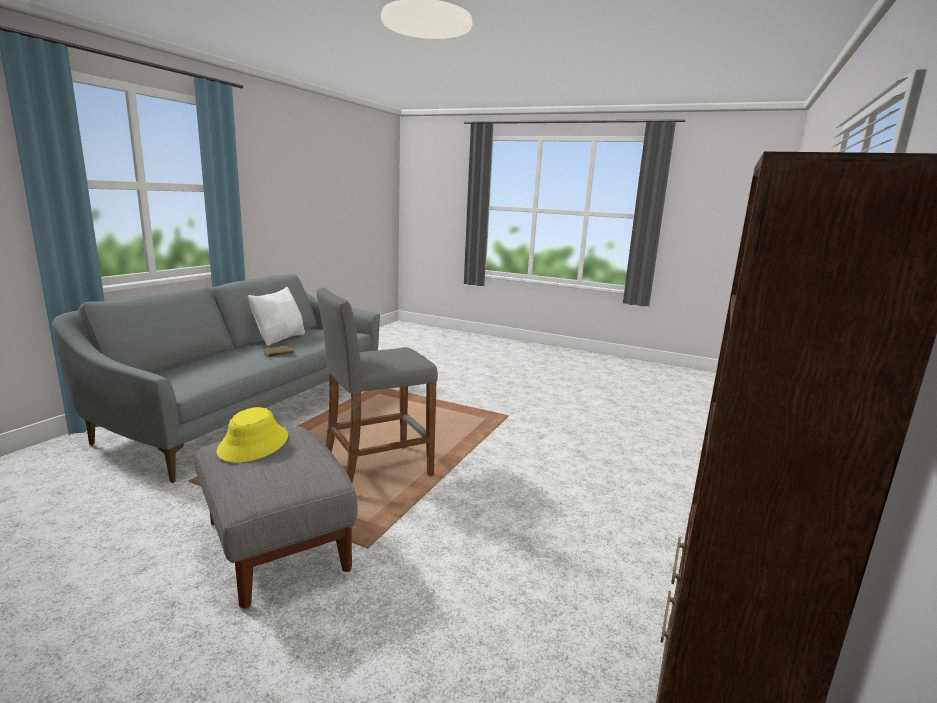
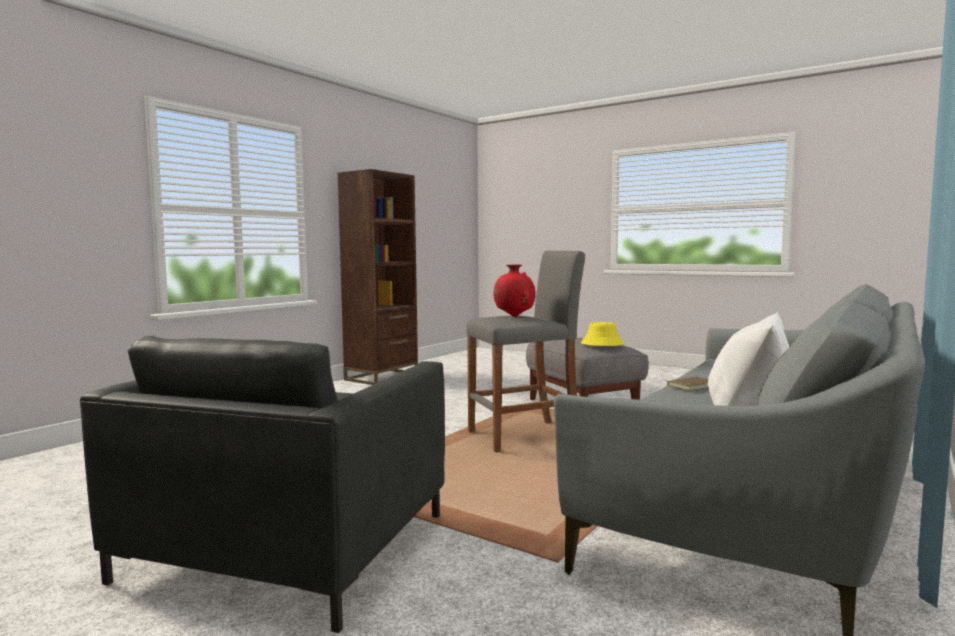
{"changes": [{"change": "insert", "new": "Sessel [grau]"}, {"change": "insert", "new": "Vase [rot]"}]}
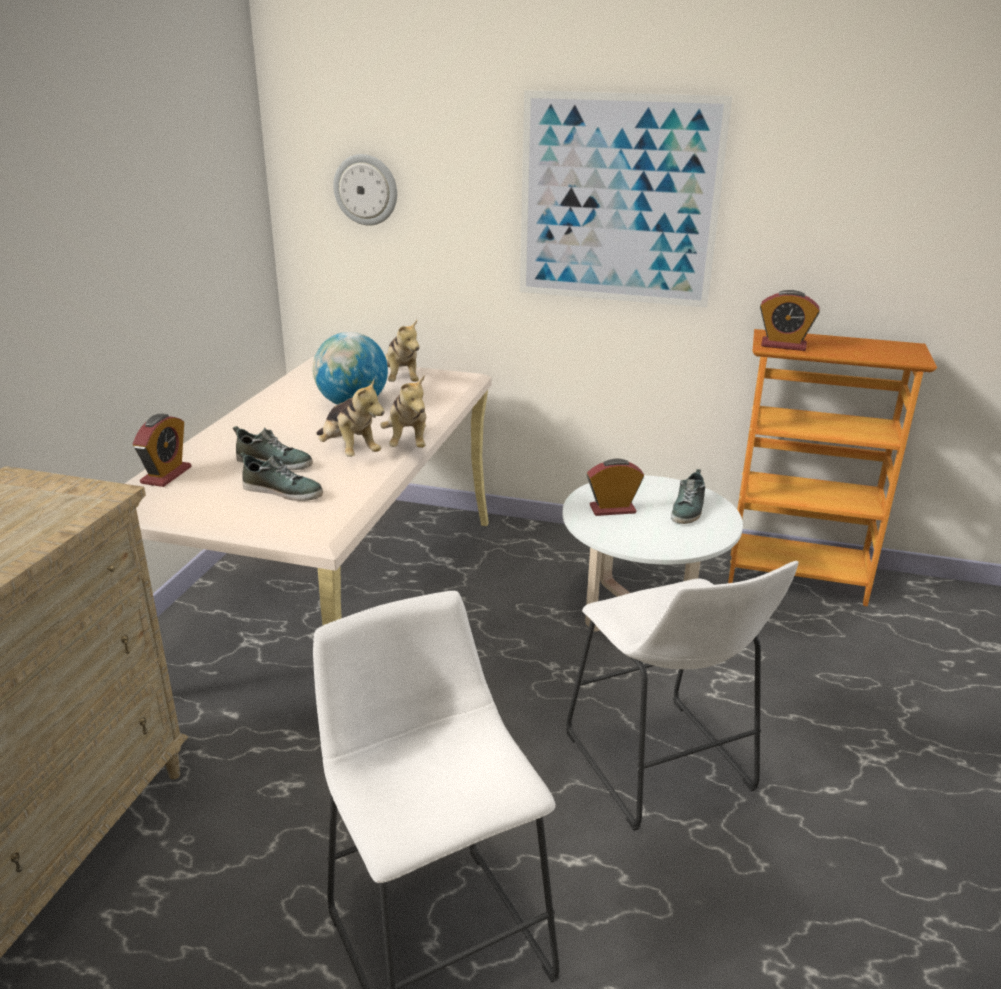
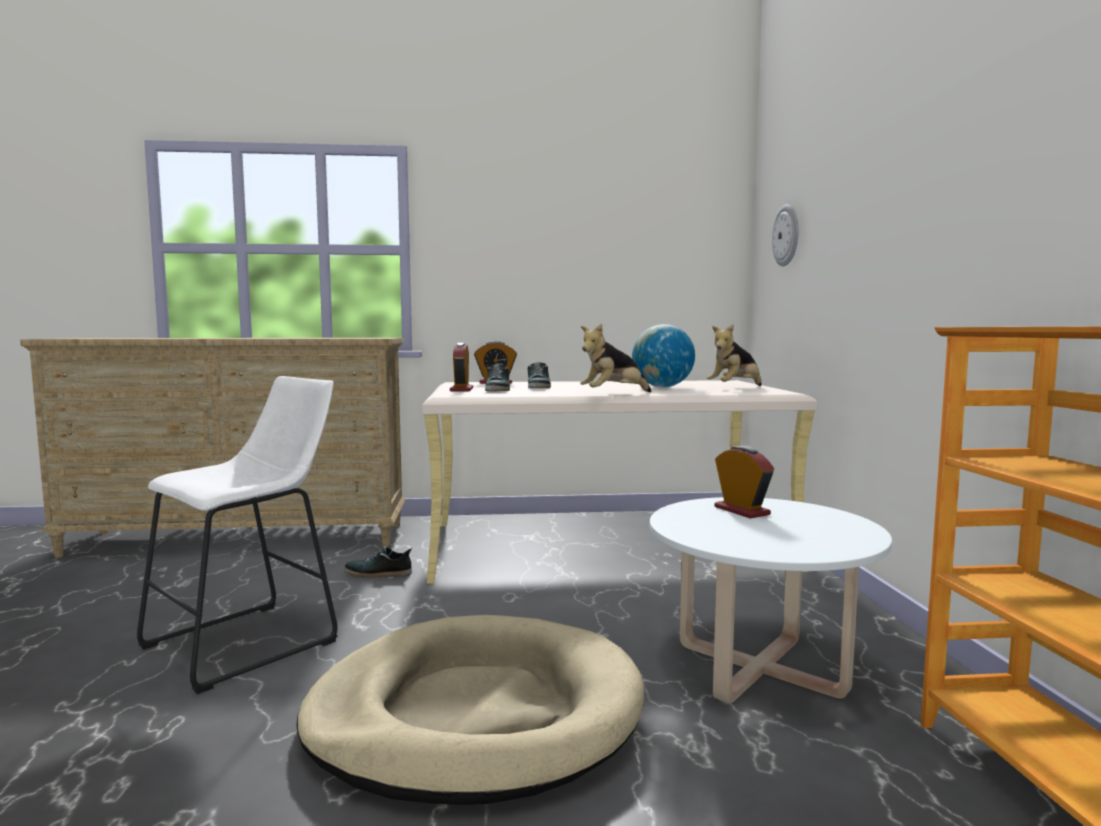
{"changes": [{"change": "replace", "old": "Hocker [weiß] (2nd from left)", "new": "Hundebett [beige]"}, {"change": "move", "old": "Schuh (3rd from left in the first image)", "new": "Schuh (1st from left)"}, {"change": "move", "old": "Wecker (3rd from left in the first image)", "new": "Wecker (1st from left)"}, {"change": "delete", "old": "Plüschtier (1st from left)"}, {"change": "delete", "old": "Bild"}]}
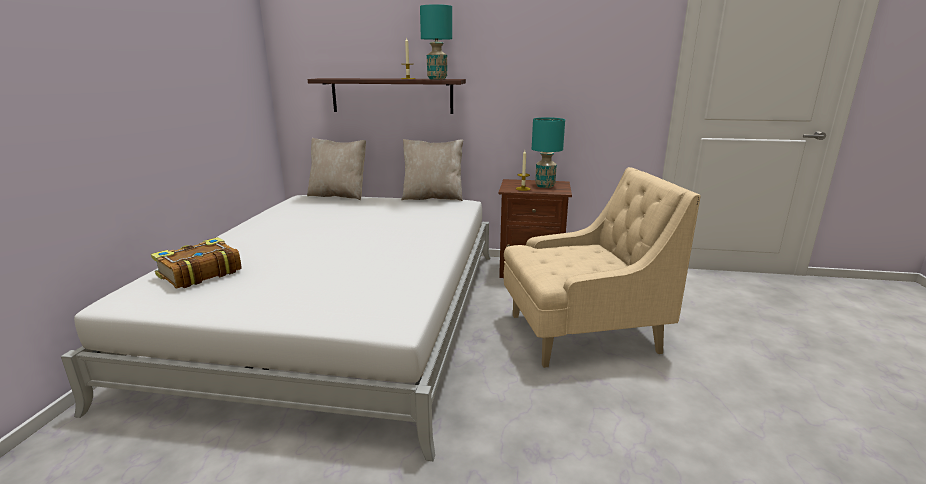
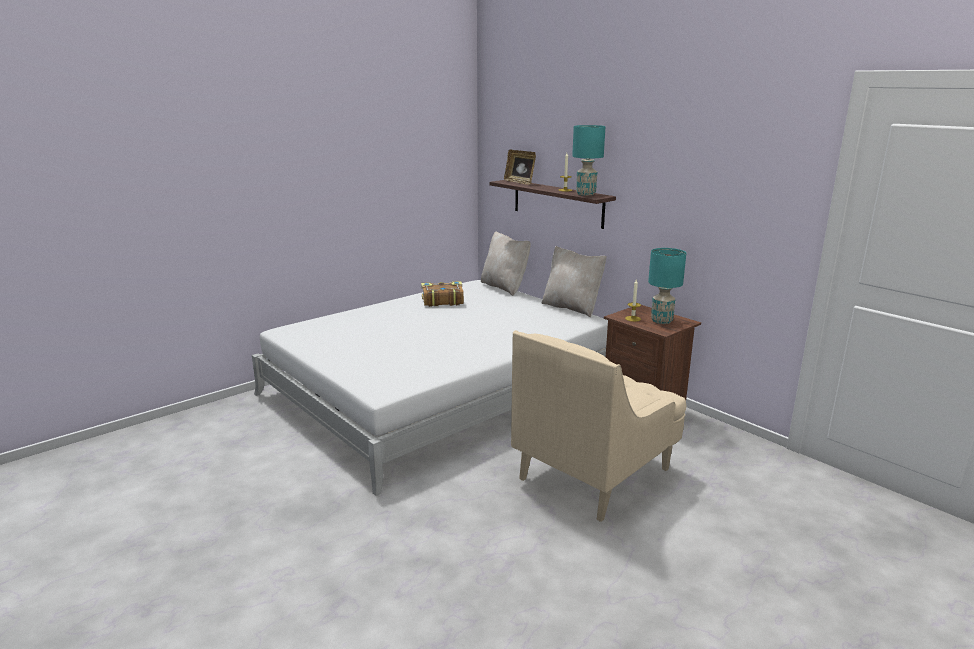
{"changes": [{"change": "move", "old": "Buch"}, {"change": "insert", "new": "Bilderrahmen"}, {"change": "rotate", "old": "Sessel [beige]", "degrees": 105}]}
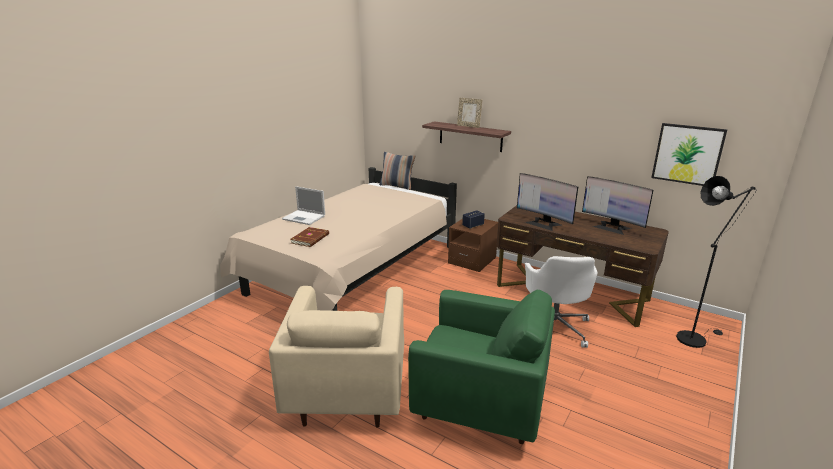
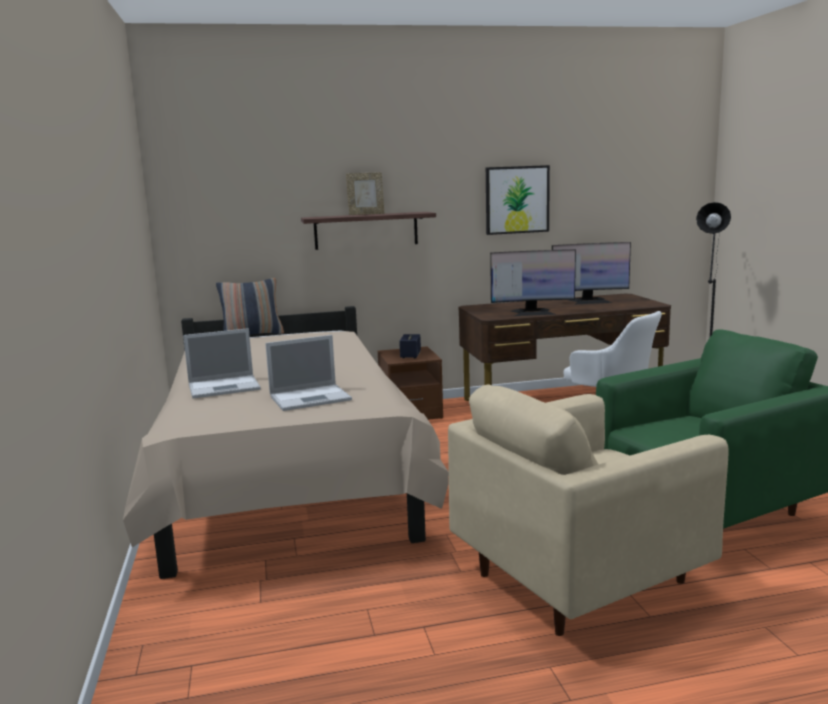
{"changes": [{"change": "replace", "old": "Buch [braun]", "new": "Laptop (2nd from left)"}, {"change": "rotate", "old": "Sessel [beige]", "degrees": 105}, {"change": "move", "old": "Bild"}]}
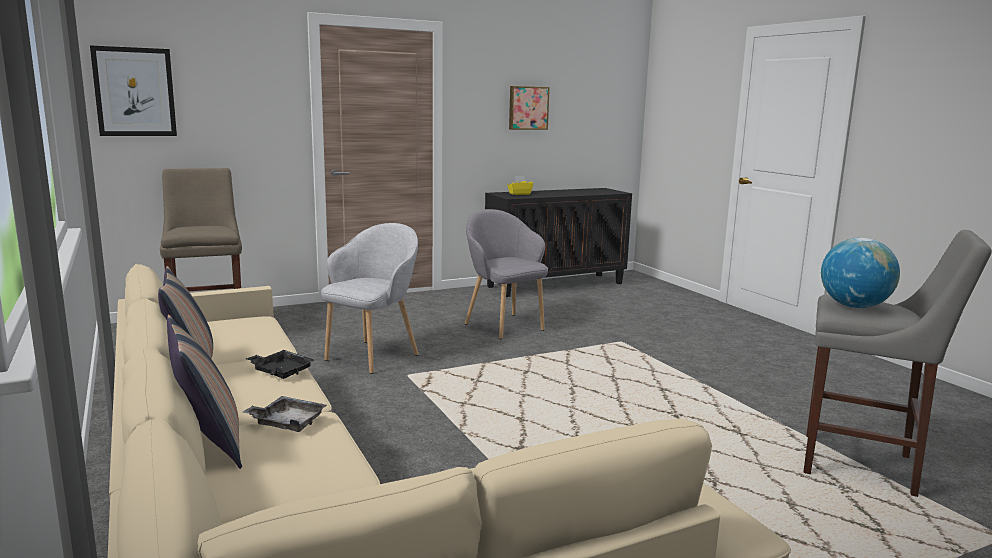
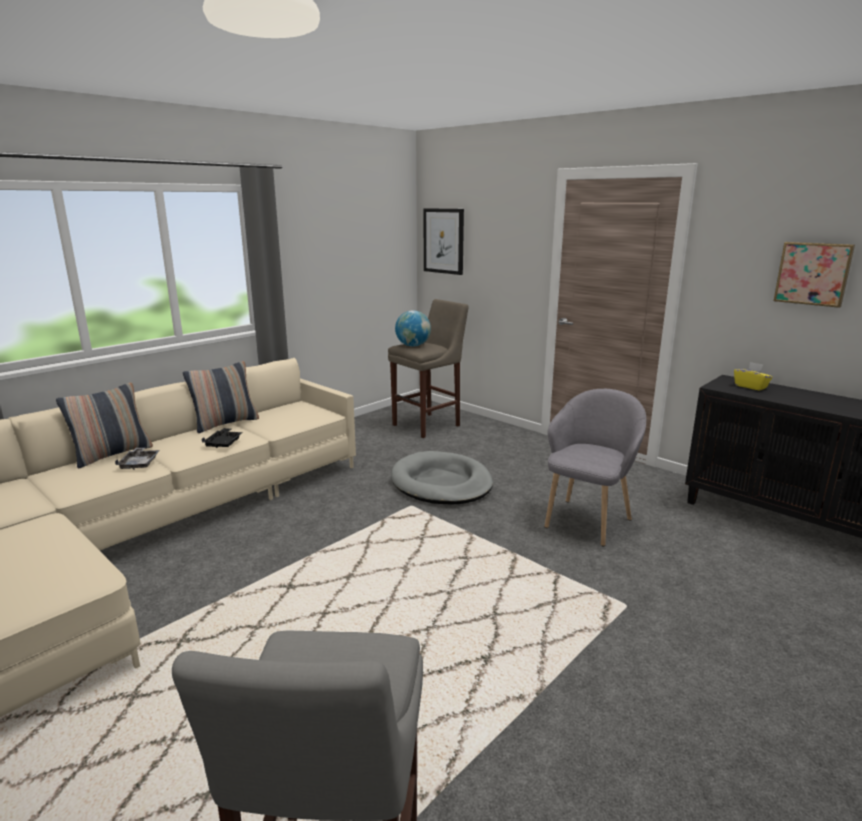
{"changes": [{"change": "replace", "old": "Sessel [grau] (1st from left)", "new": "Hundebett [grau]"}, {"change": "move", "old": "Globus"}]}
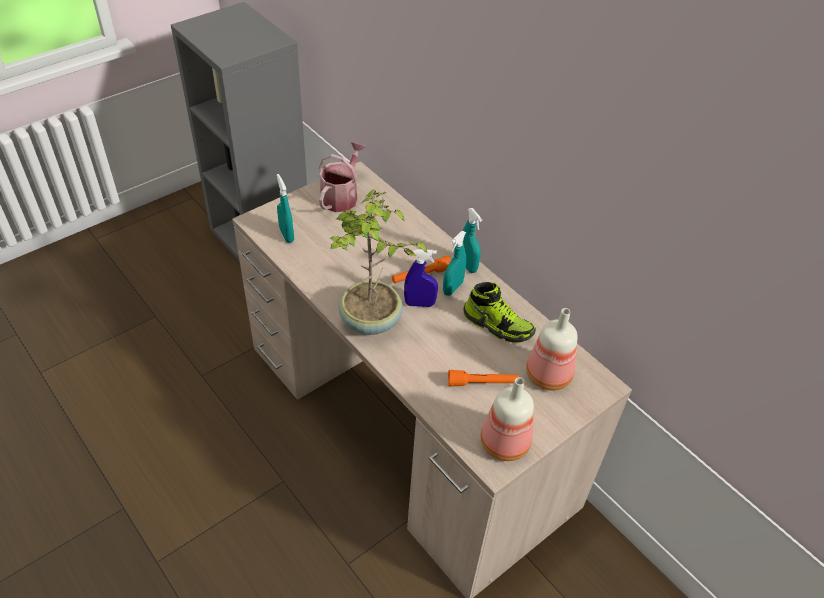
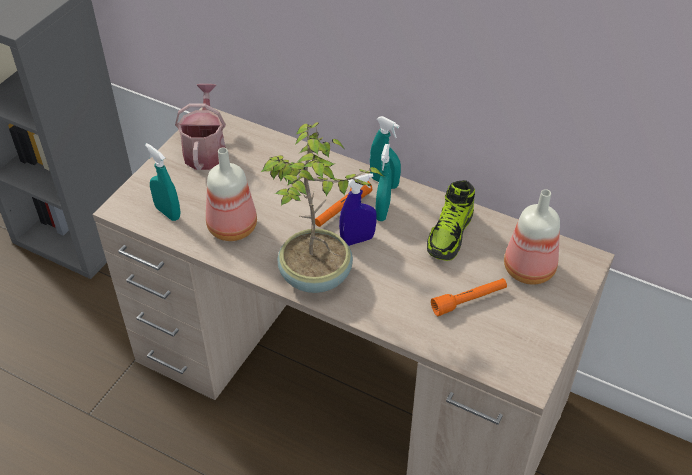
{"changes": [{"change": "move", "old": "Flasche (1st from left)"}, {"change": "rotate", "old": "Schuh", "degrees": 105}]}
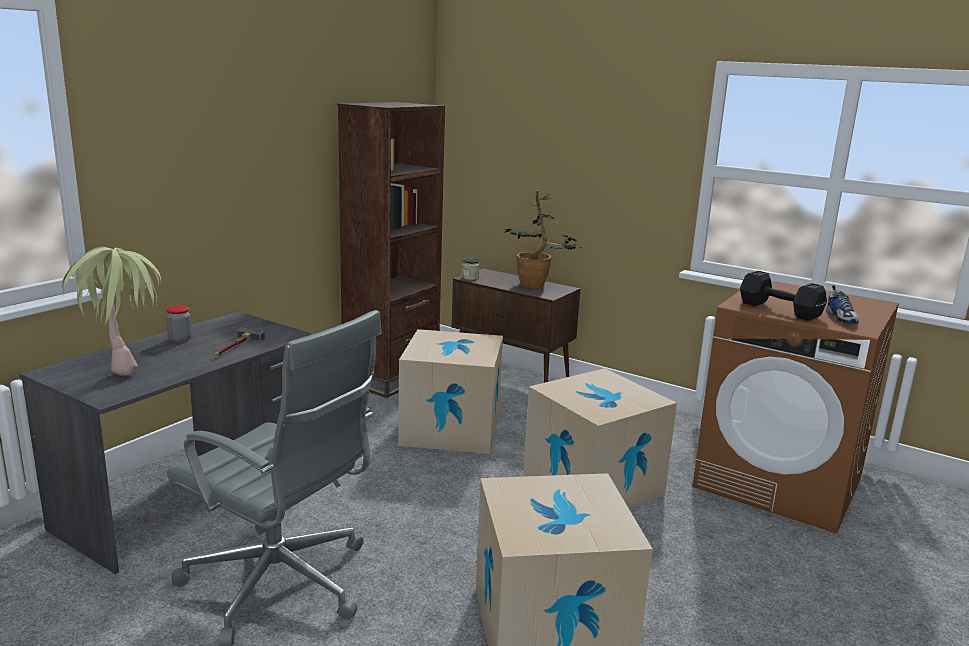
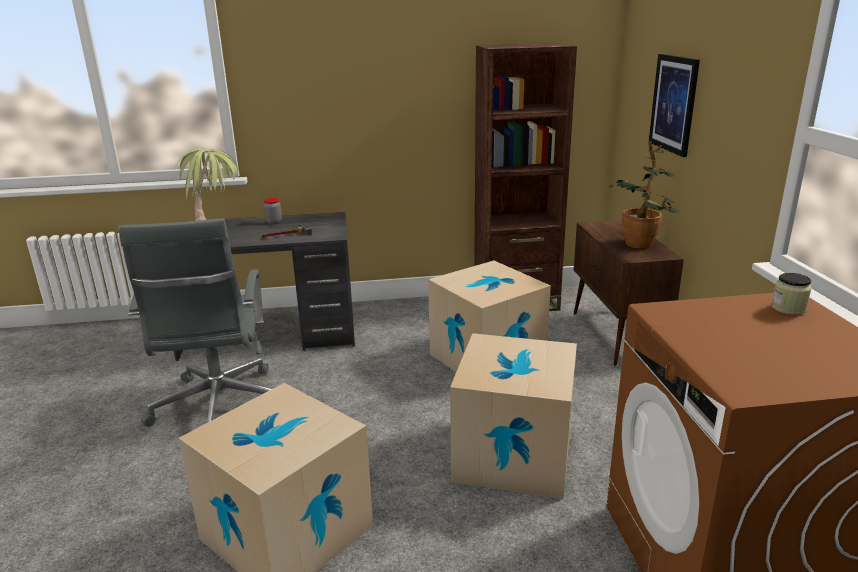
{"changes": [{"change": "insert", "new": "Bild"}, {"change": "move", "old": "Vorratsglas (2nd from left)"}, {"change": "delete", "old": "Hantel [schwarz]"}, {"change": "delete", "old": "Schuh"}]}
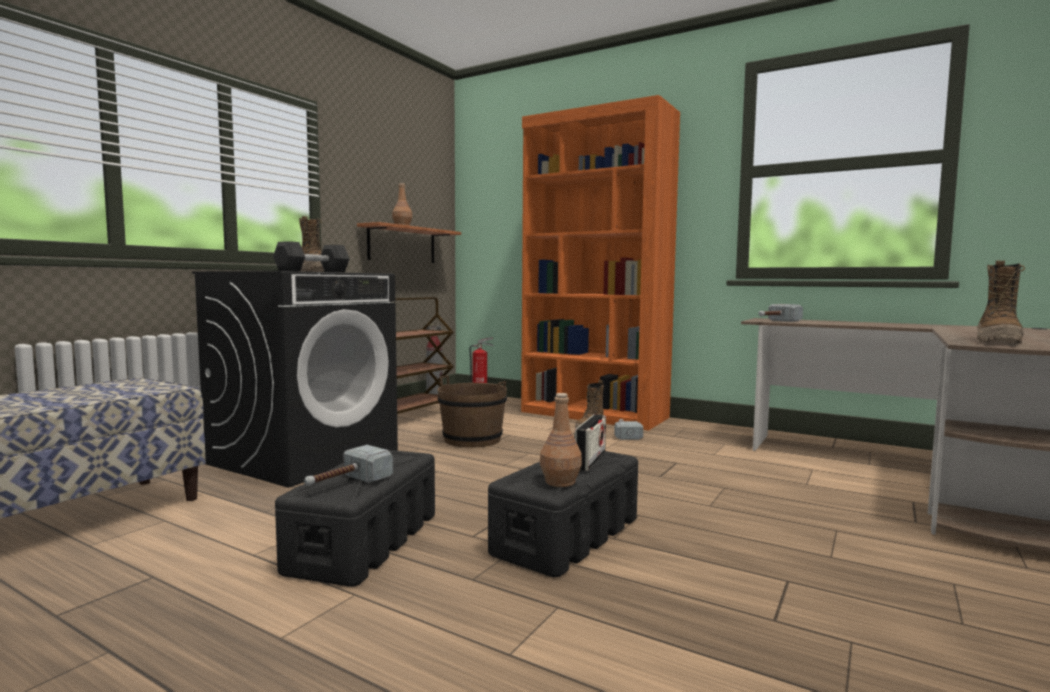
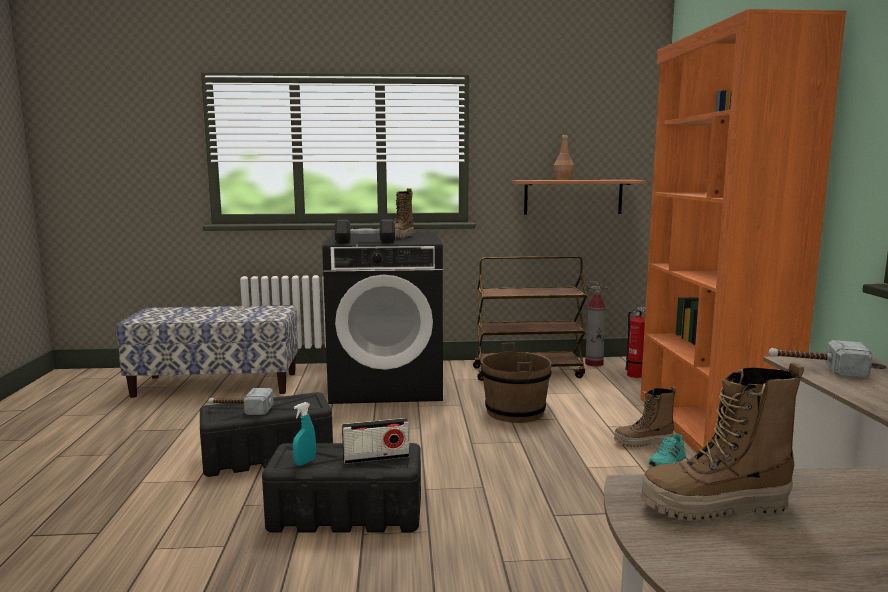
{"changes": [{"change": "replace", "old": "Flasche [braun] (2nd from left)", "new": "Sprühflasche [türkis]"}, {"change": "replace", "old": "Hammer (2nd from left)", "new": "Schuh [türkis]"}]}
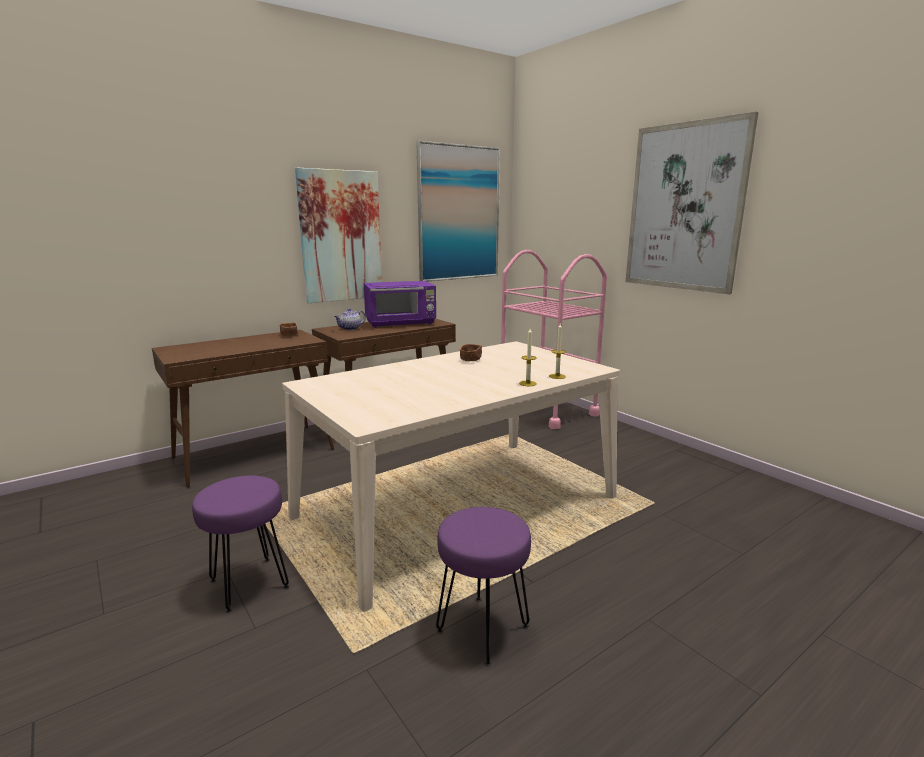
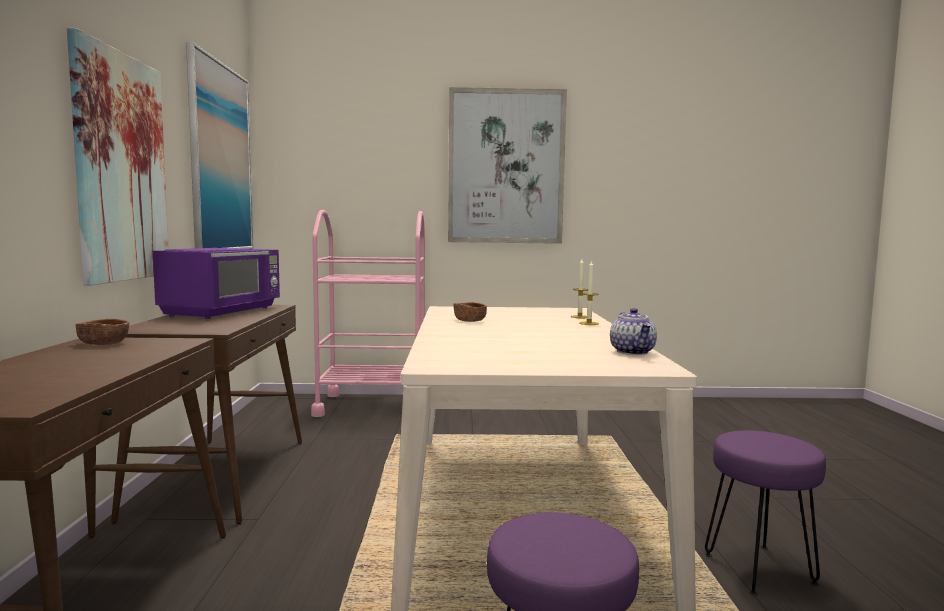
{"changes": [{"change": "move", "old": "Teekanne"}]}
